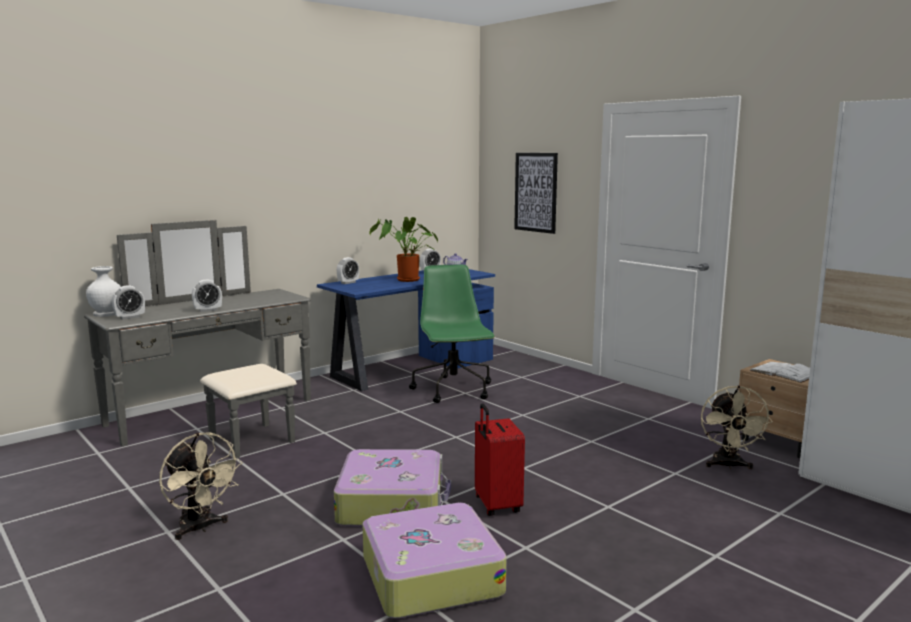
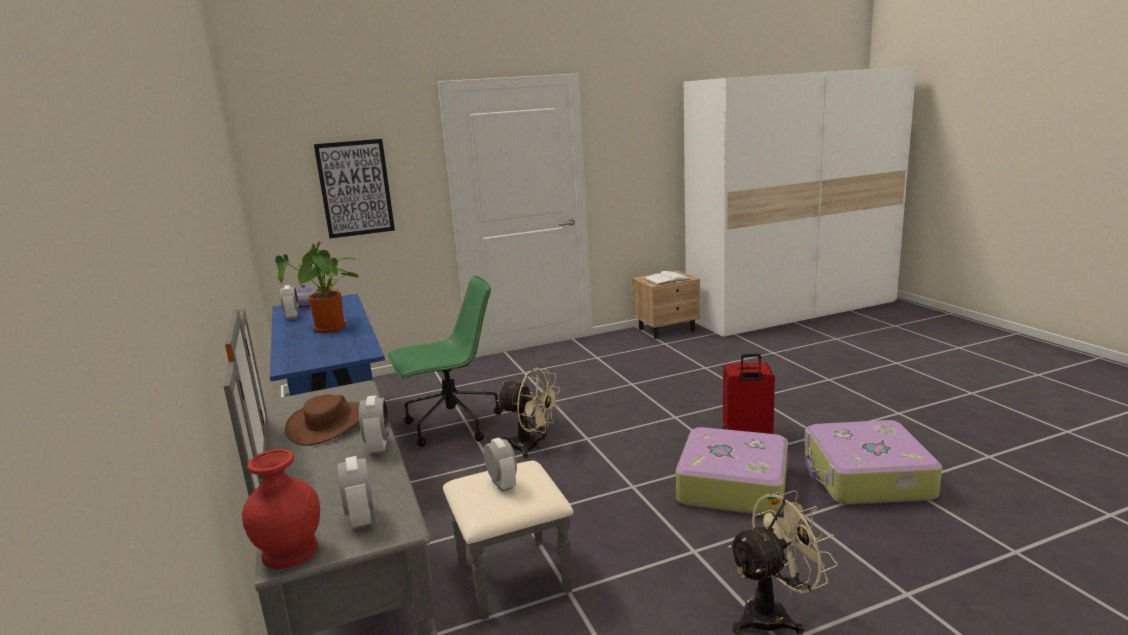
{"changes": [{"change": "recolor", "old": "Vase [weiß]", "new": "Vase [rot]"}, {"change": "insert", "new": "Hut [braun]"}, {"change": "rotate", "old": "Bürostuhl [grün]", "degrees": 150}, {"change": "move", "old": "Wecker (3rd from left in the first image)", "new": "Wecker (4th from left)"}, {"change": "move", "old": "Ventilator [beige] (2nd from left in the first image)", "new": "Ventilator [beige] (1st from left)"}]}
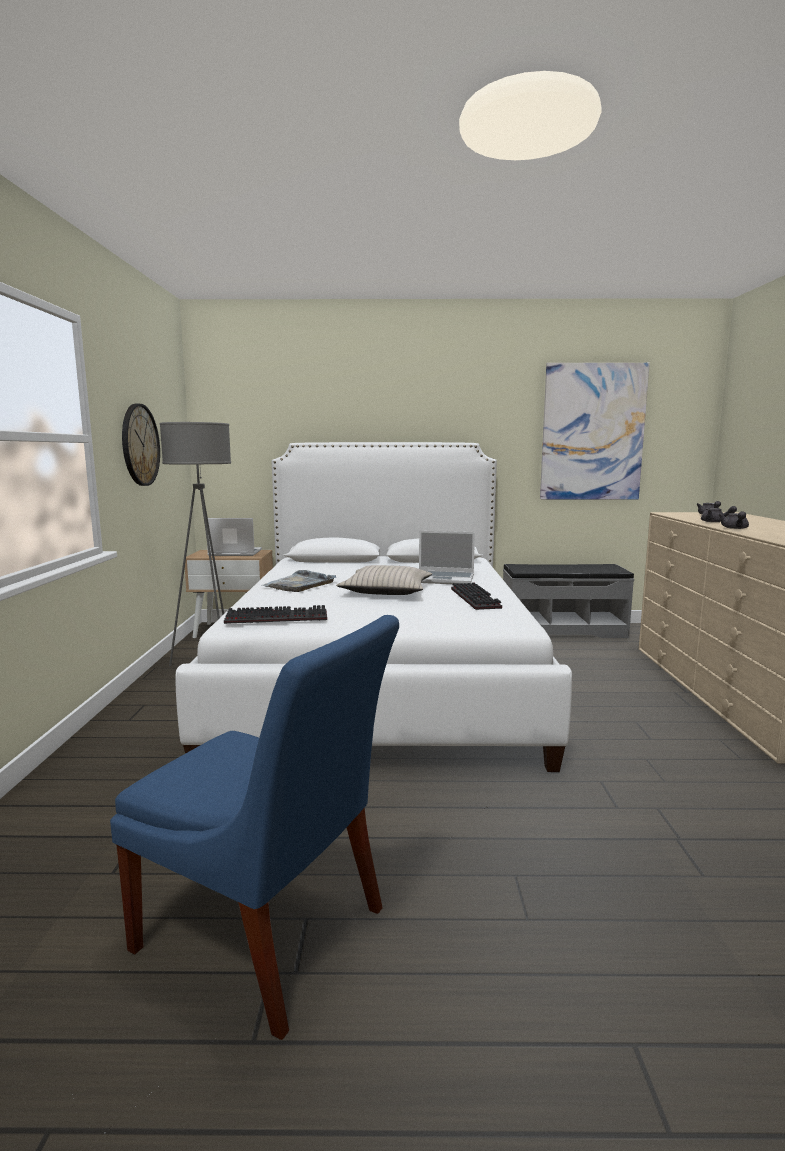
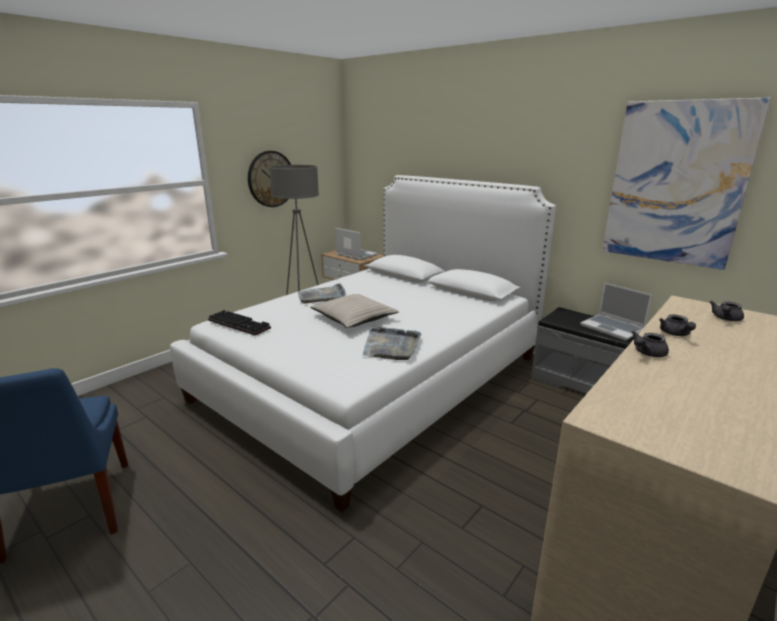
{"changes": [{"change": "replace", "old": "Tastatur (2nd from left)", "new": "Tablett [grau] (2nd from left)"}, {"change": "move", "old": "Laptop (2nd from left)"}]}
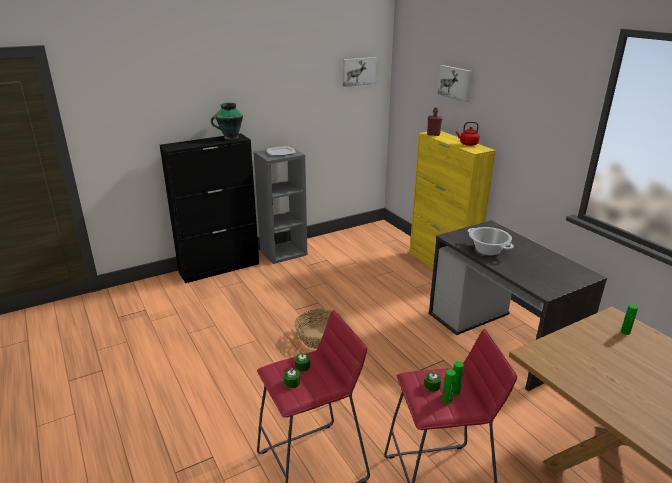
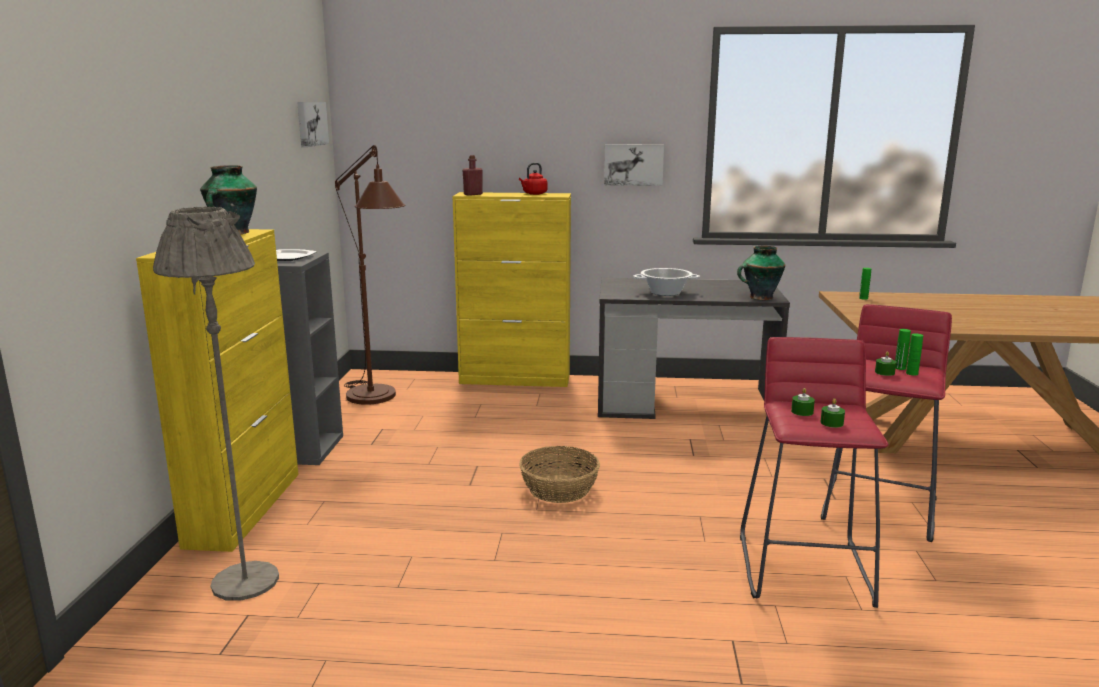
{"changes": [{"change": "recolor", "old": "Schrank [schwarz]", "new": "Schrank [gelb] (1st from left)"}, {"change": "insert", "new": "Stehlampe [grau]"}, {"change": "insert", "new": "Stehlampe [braun]"}, {"change": "move", "old": "Bild (2nd from left)"}, {"change": "insert", "new": "Vase (2nd from left)"}]}
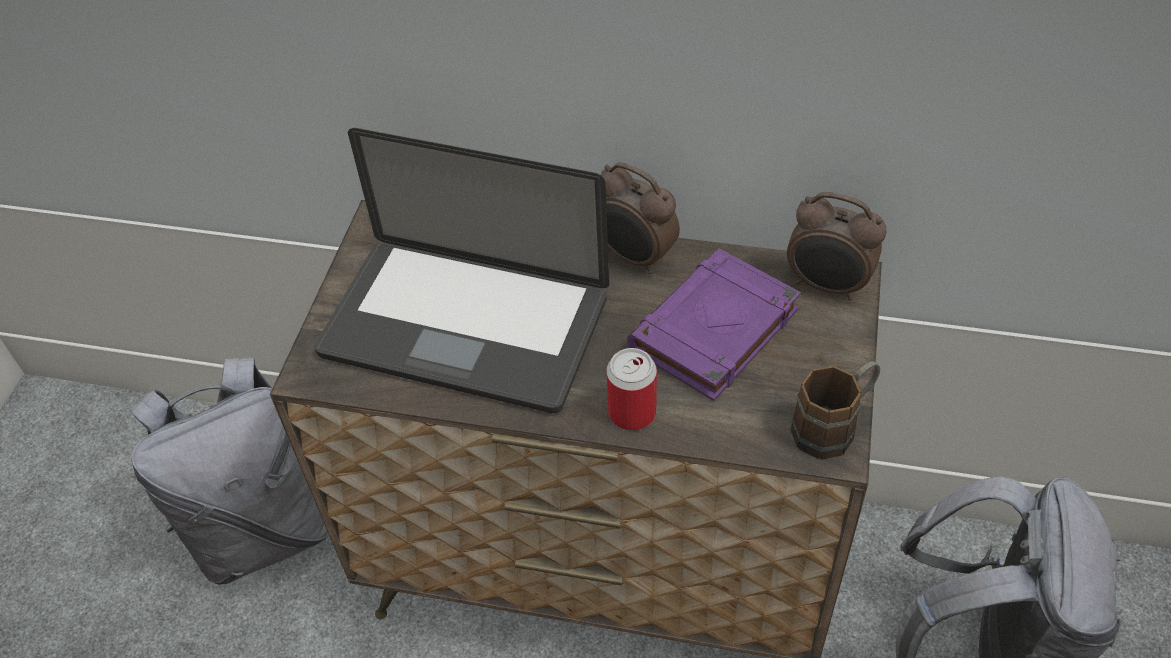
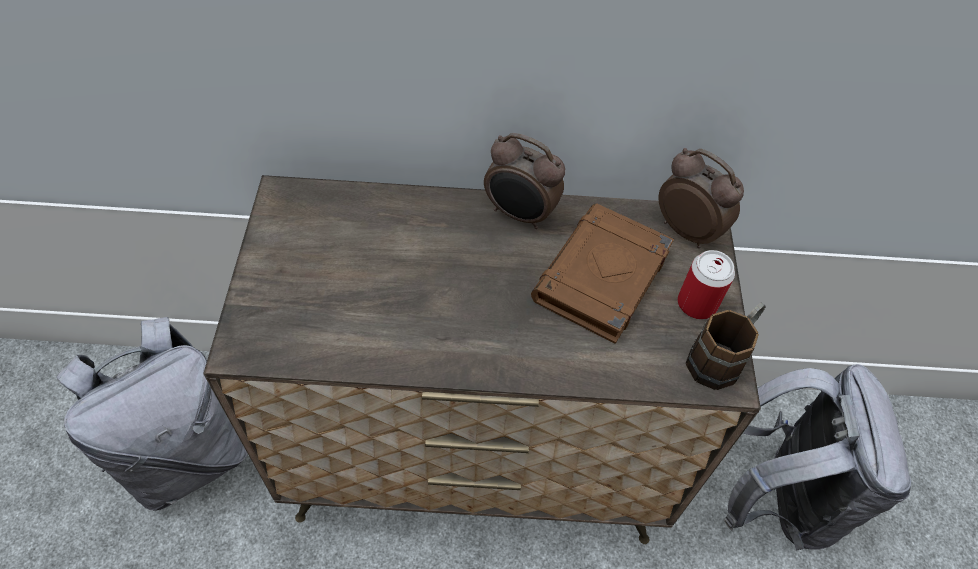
{"changes": [{"change": "recolor", "old": "Buch [lila]", "new": "Buch [braun]"}, {"change": "rotate", "old": "Wecker (2nd from left)", "degrees": -150}, {"change": "move", "old": "Dose"}, {"change": "delete", "old": "Laptop"}]}
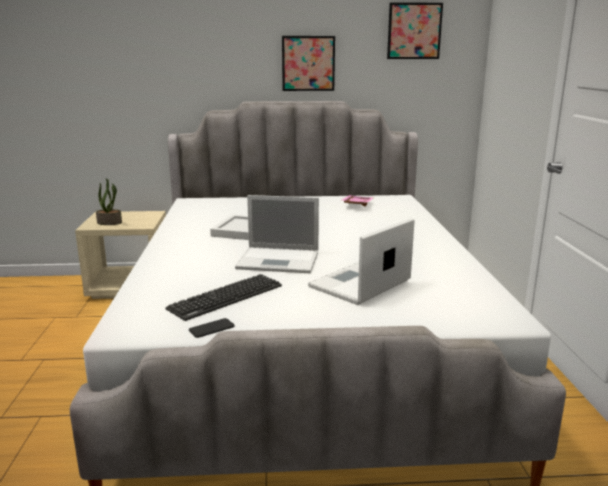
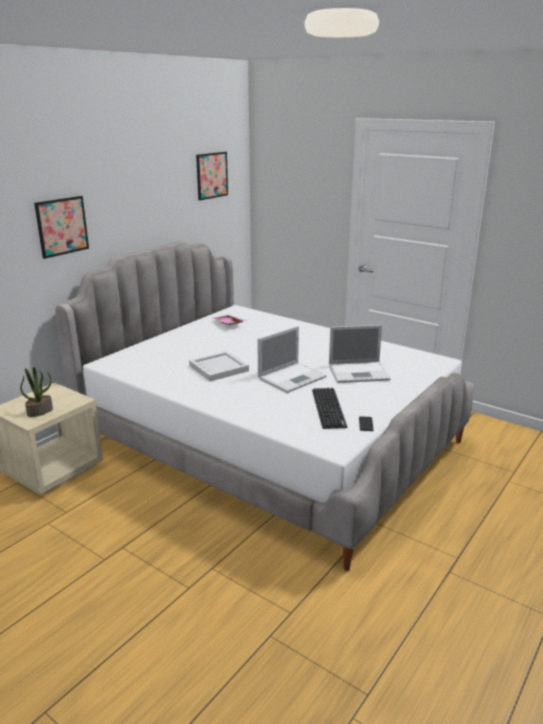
{"changes": [{"change": "move", "old": "Bild (1st from left)"}, {"change": "rotate", "old": "Laptop (2nd from left)", "degrees": -90}]}
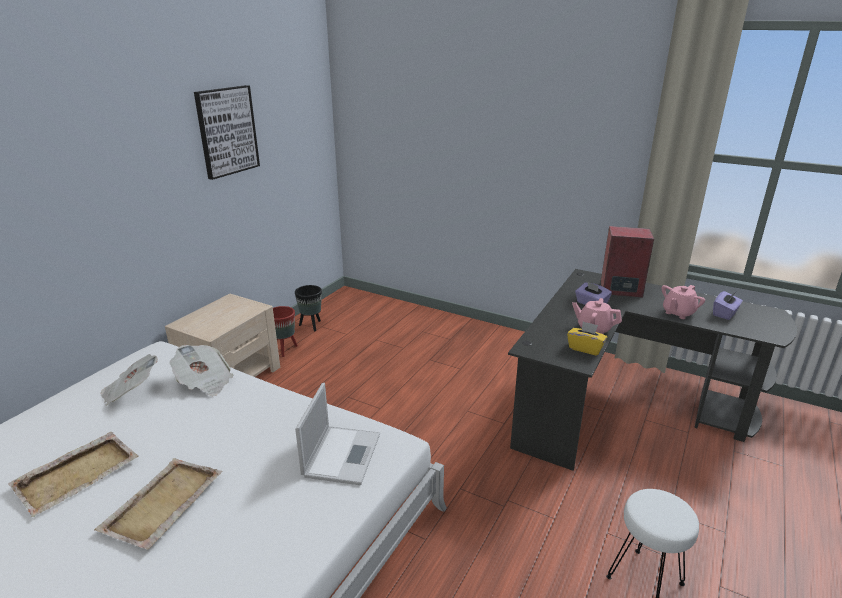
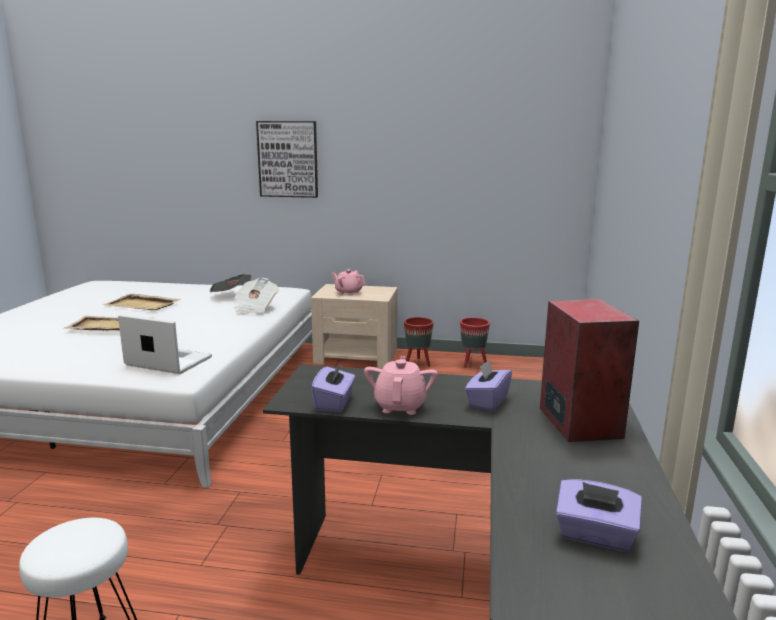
{"changes": [{"change": "rotate", "old": "Laptop", "degrees": -150}, {"change": "move", "old": "Bild"}, {"change": "recolor", "old": "Taschentuchbox [gelb]", "new": "Taschentuchbox [lila] (1st from left)"}, {"change": "move", "old": "Teekanne [rosa] (2nd from left in the first image)", "new": "Teekanne [rosa] (1st from left)"}, {"change": "recolor", "old": "Pflanzkübel [schwarz]", "new": "Pflanzkübel [rot] (2nd from left)"}]}
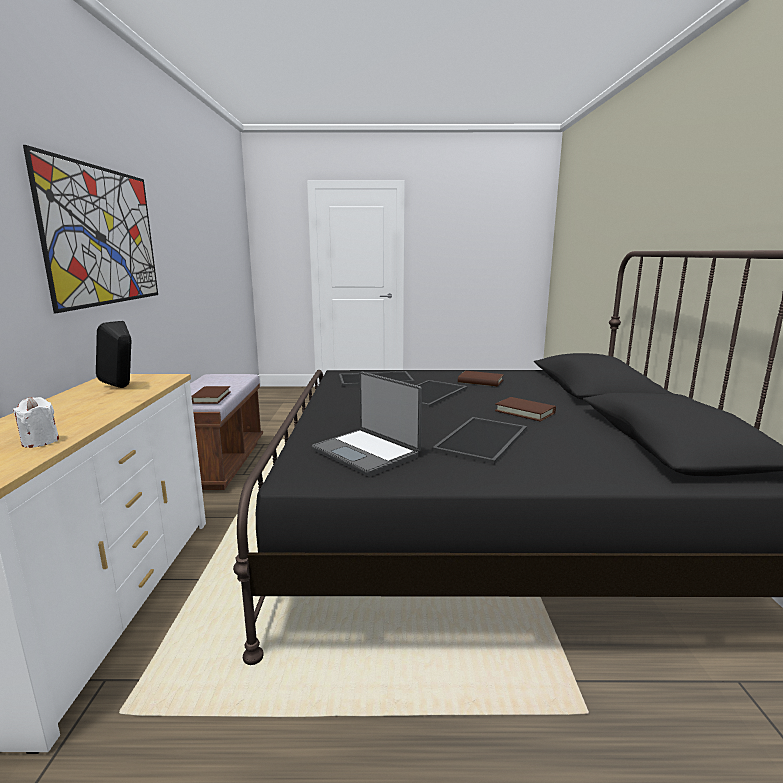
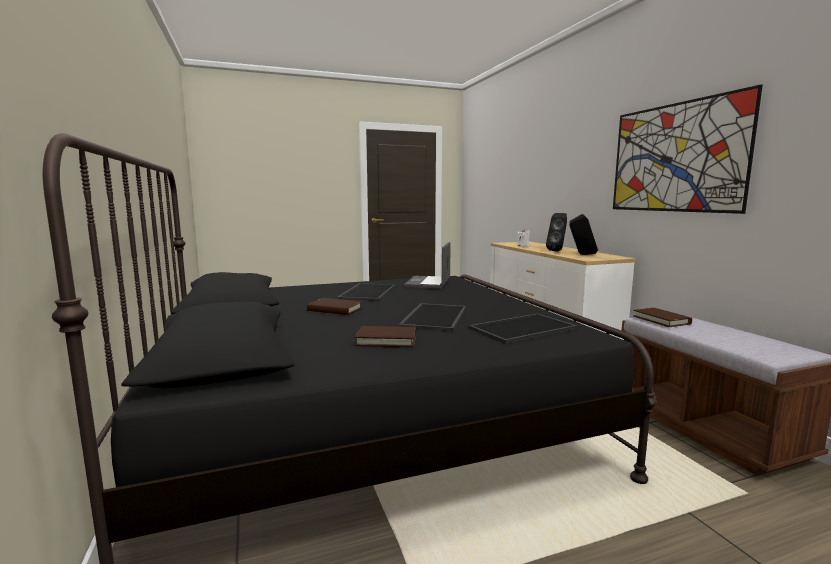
{"changes": [{"change": "rotate", "old": "Laptop", "degrees": -105}, {"change": "insert", "new": "Lautsprecher [schwarz] (1st from left)"}]}
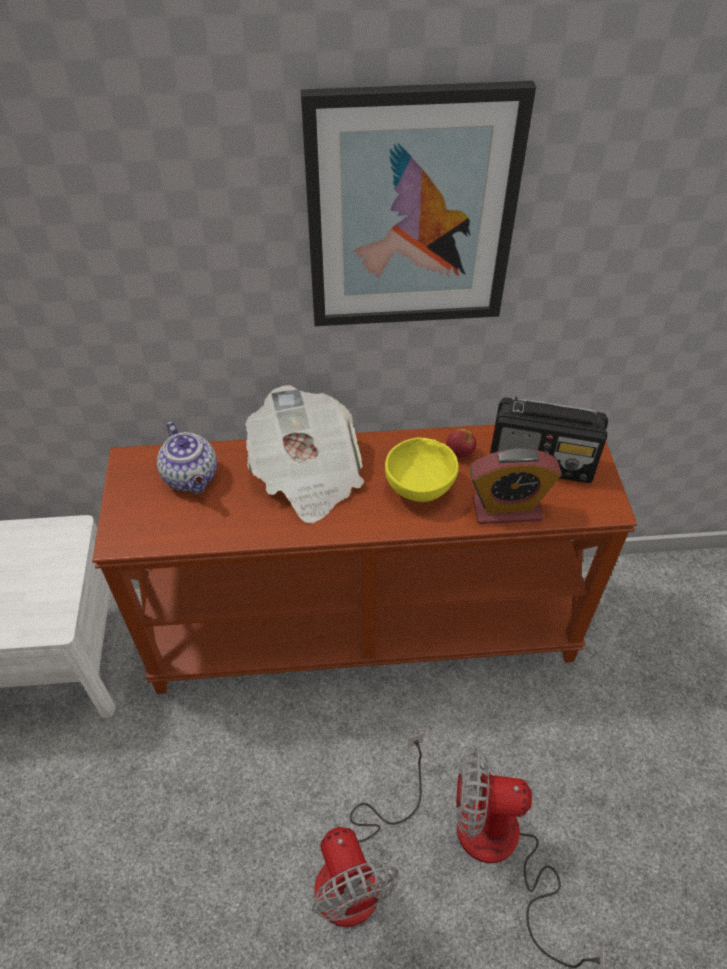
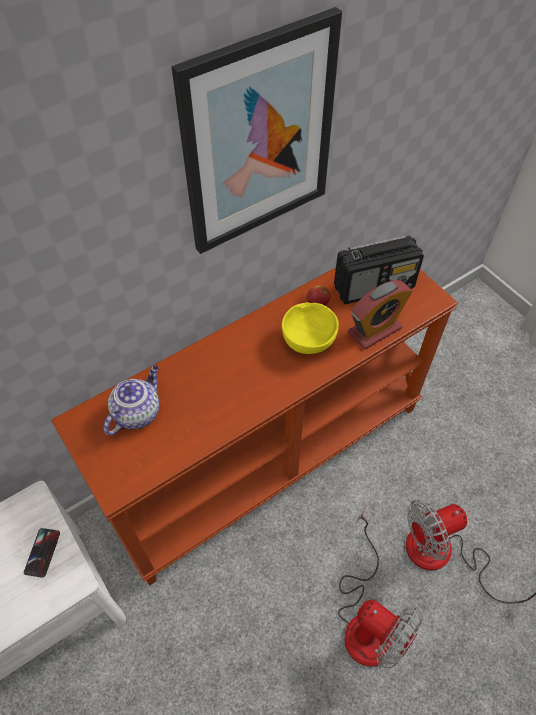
{"changes": [{"change": "insert", "new": "Handy"}, {"change": "rotate", "old": "Teekanne", "degrees": -90}, {"change": "delete", "old": "Zeitung"}]}
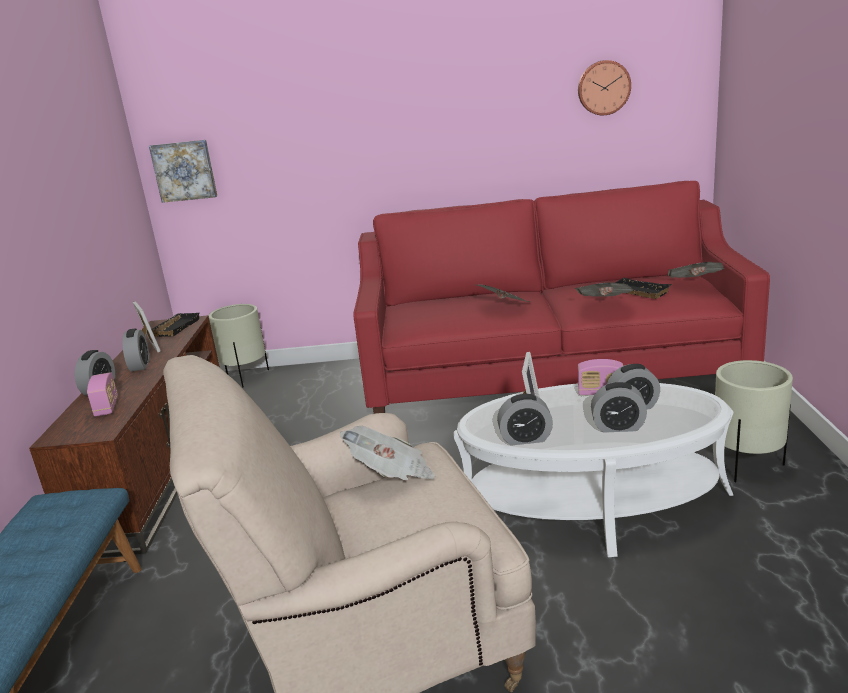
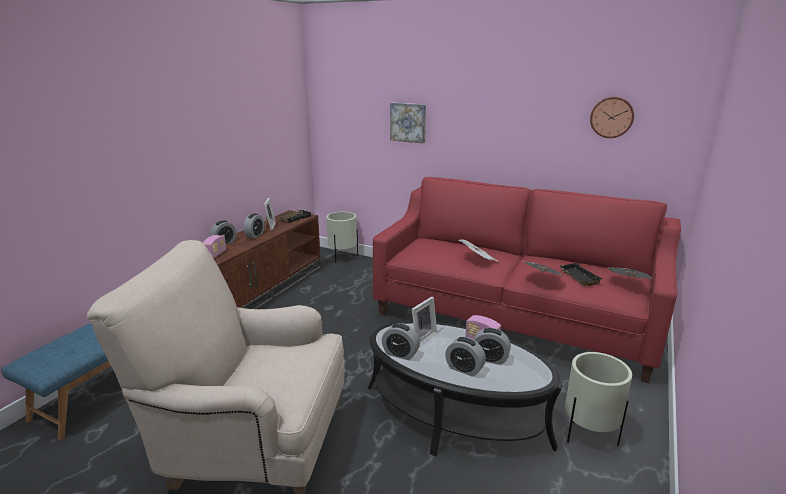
{"changes": [{"change": "recolor", "old": "Couchtisch [weiß]", "new": "Couchtisch [schwarz]"}, {"change": "move", "old": "Bild"}, {"change": "delete", "old": "Zeitung (1st from left)"}]}
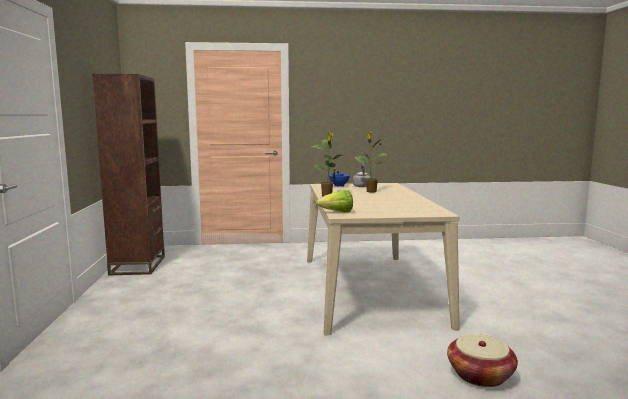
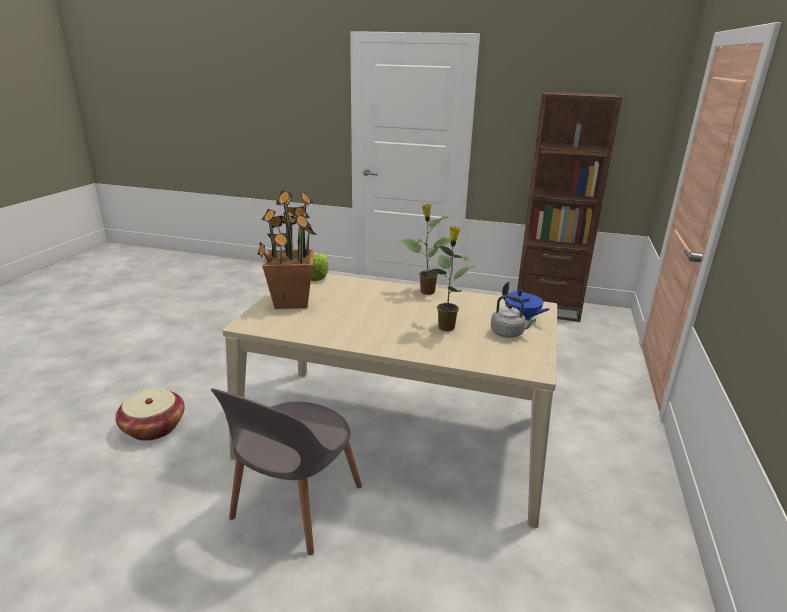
{"changes": [{"change": "insert", "new": "Stuhl [grau]"}, {"change": "insert", "new": "Topfpflanze (1st from left)"}]}
